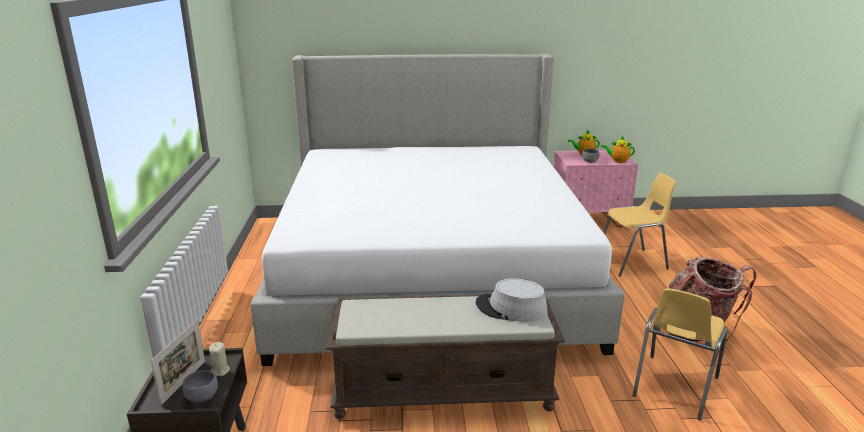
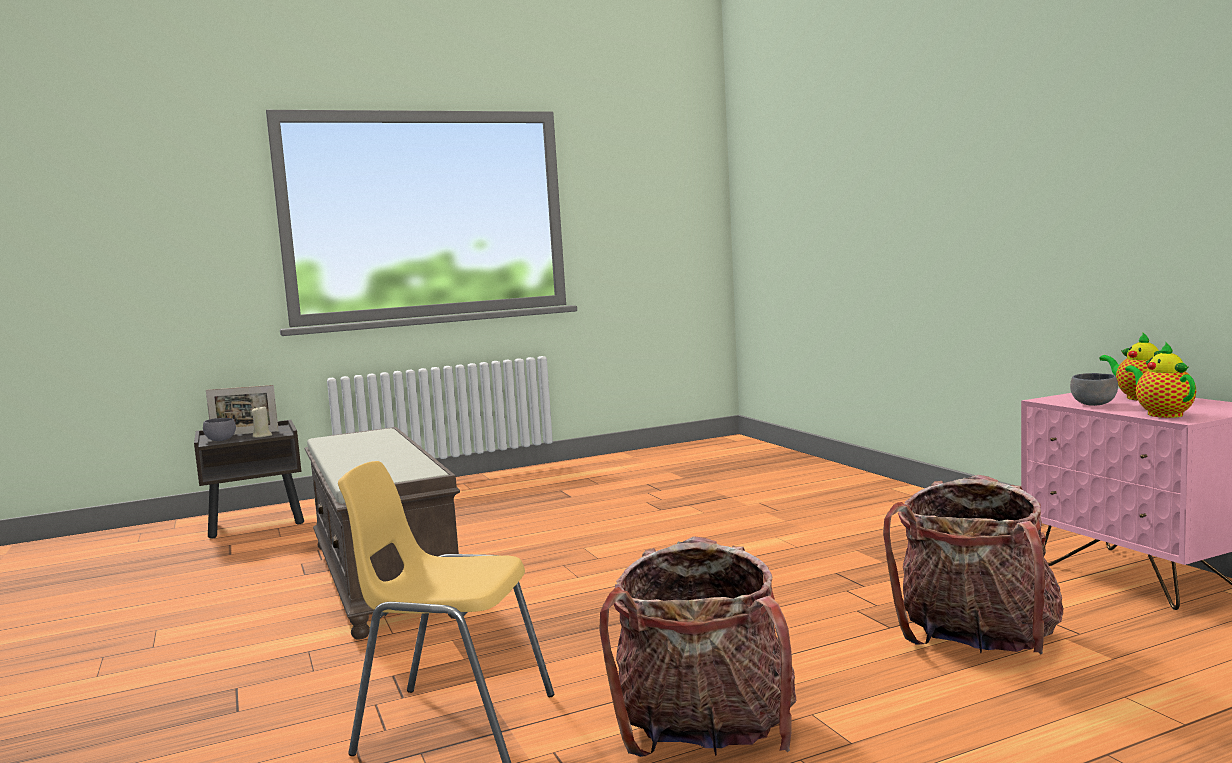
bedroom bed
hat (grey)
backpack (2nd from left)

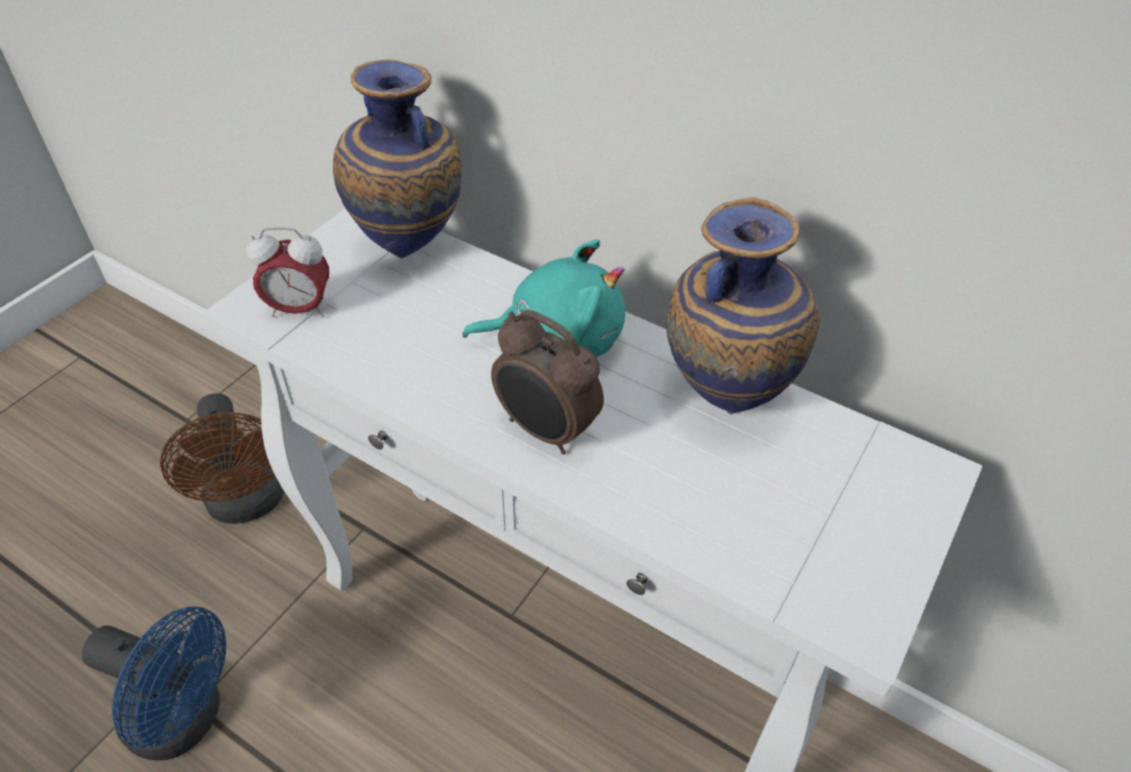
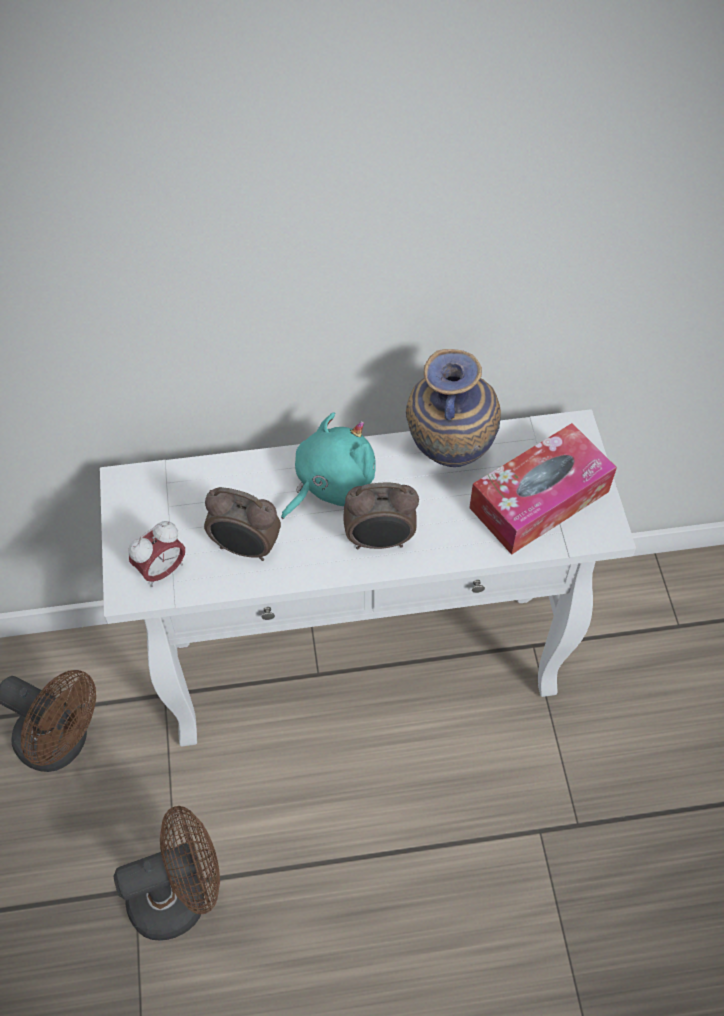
fan (brown-coloured) (2nd from left)
decorative vase (1st from left in the first image)
table clock (2nd from left)
box of tissues

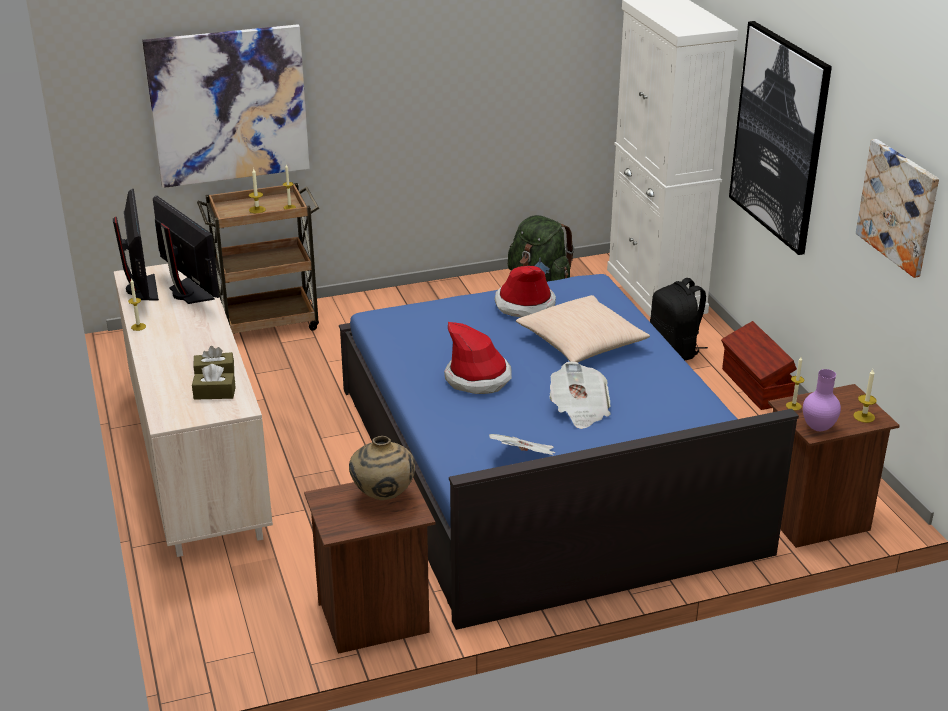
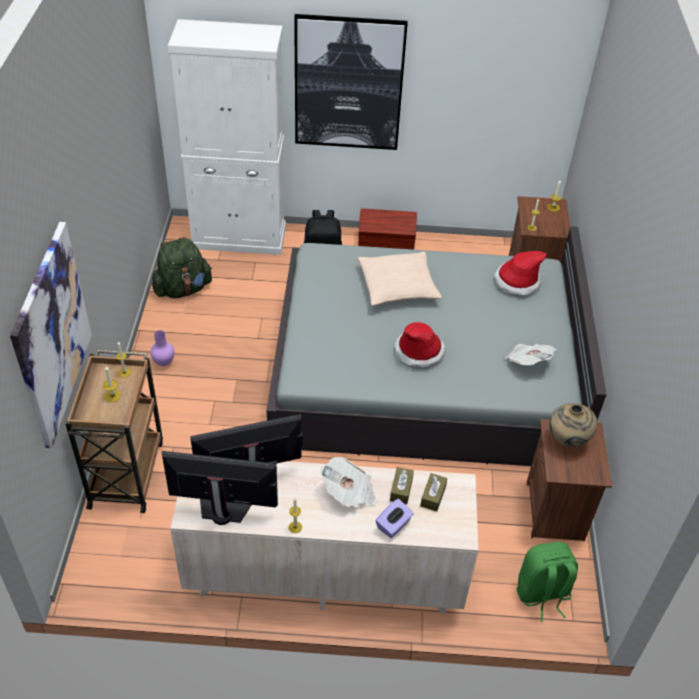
bedroom bed (grey)
hat (2nd from left)
daily paper (1st from left)
decorative vase (purple)
picture (3rd from left in the first image)
box of tissues (purple)
backpack (green-coloured) (2nd from left)

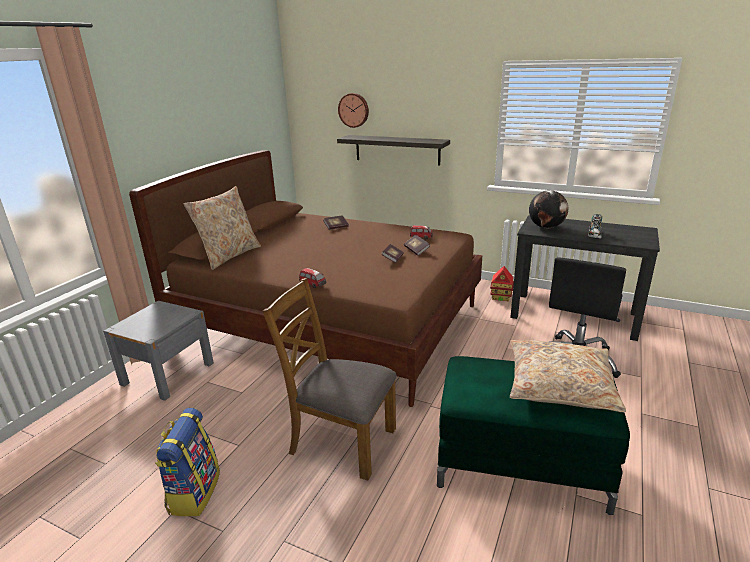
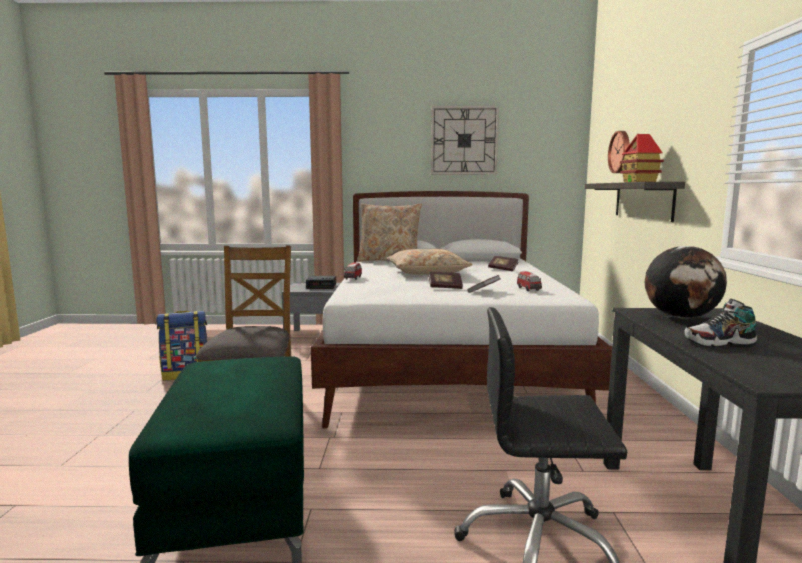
bedroom bed (whitish)
model house
cushion (sand-coloured) (2nd from left)
table clock
hanging clock (1st from left)

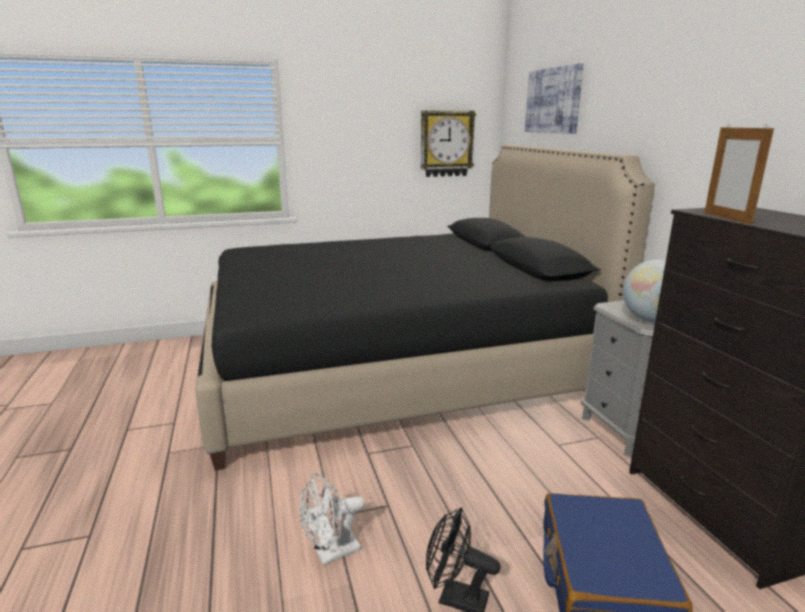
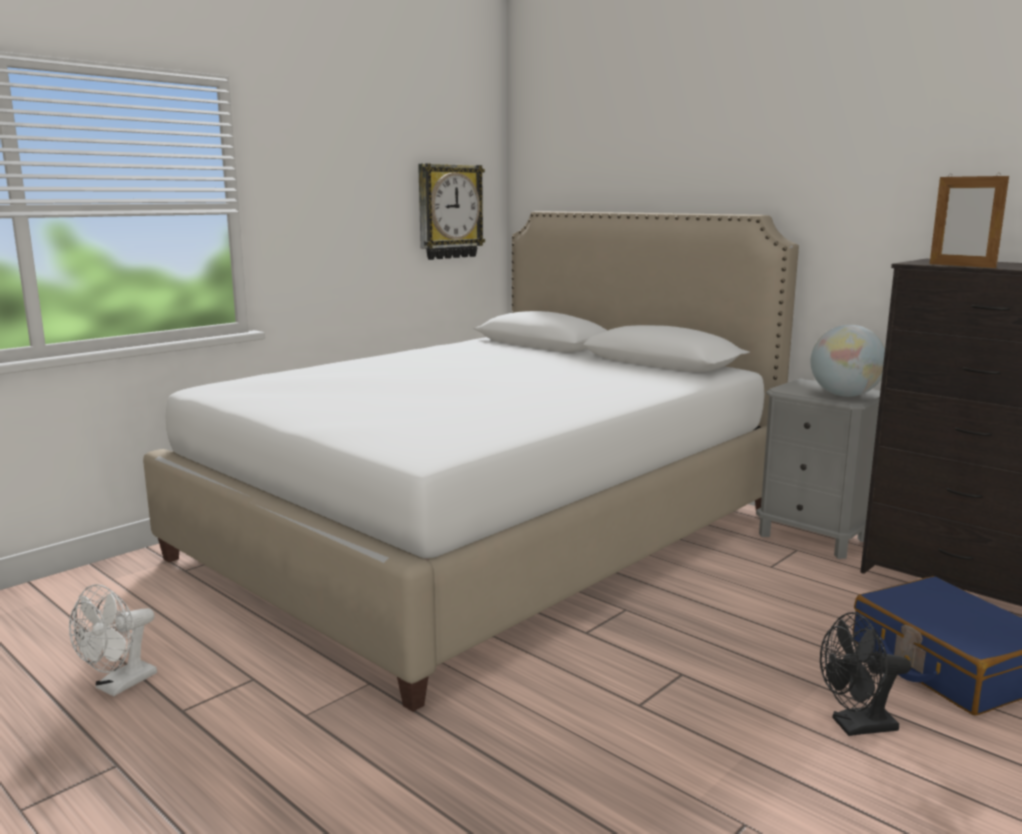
bedroom bed (whitish)
fan (whitish)
picture

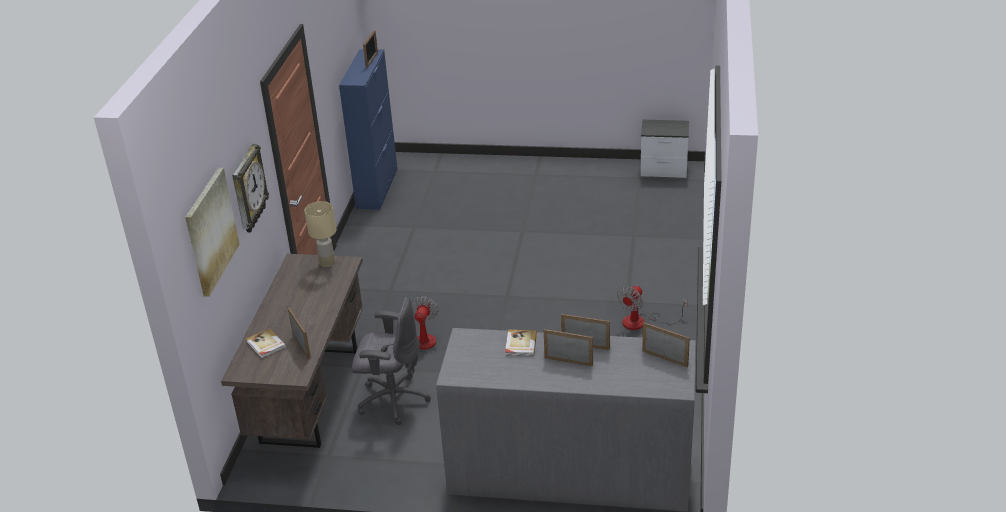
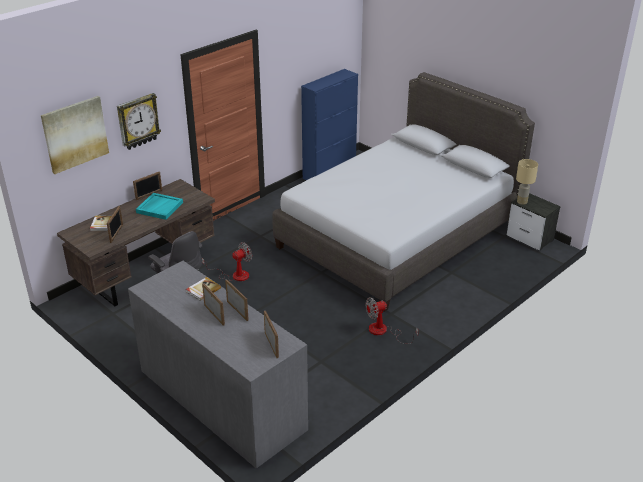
tabletop lamp (sand-coloured)
picture frame (2nd from left)
serving tray (blue-green)
bedroom bed (grey)

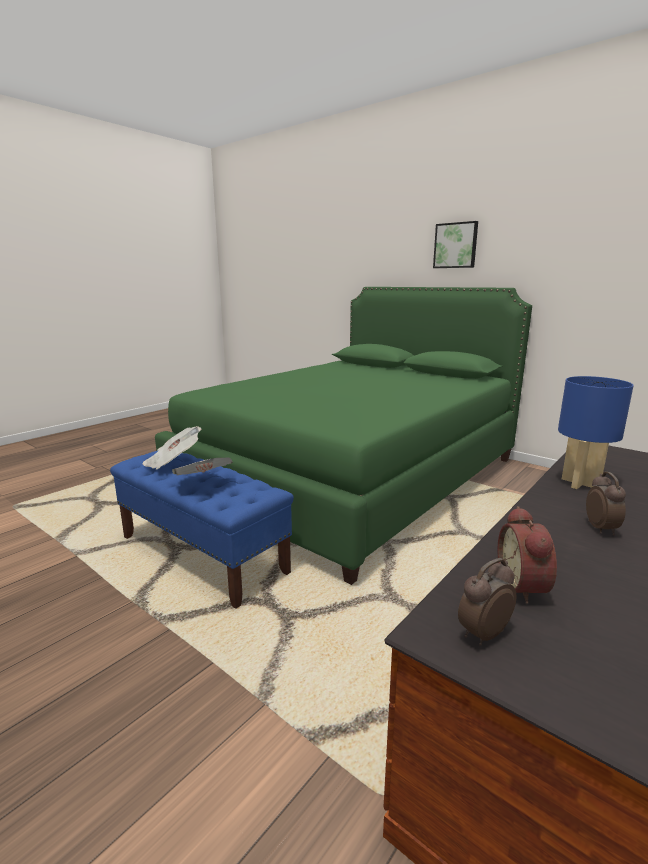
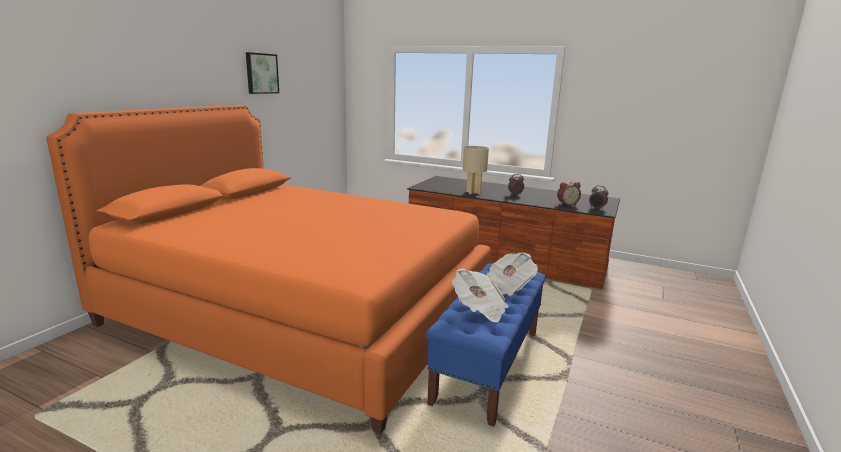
bedroom bed (orangey)
picture
tabletop lamp (sand-coloured)

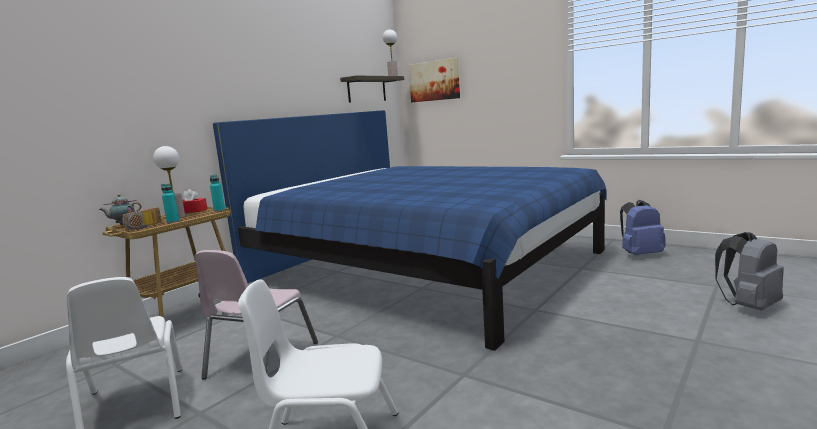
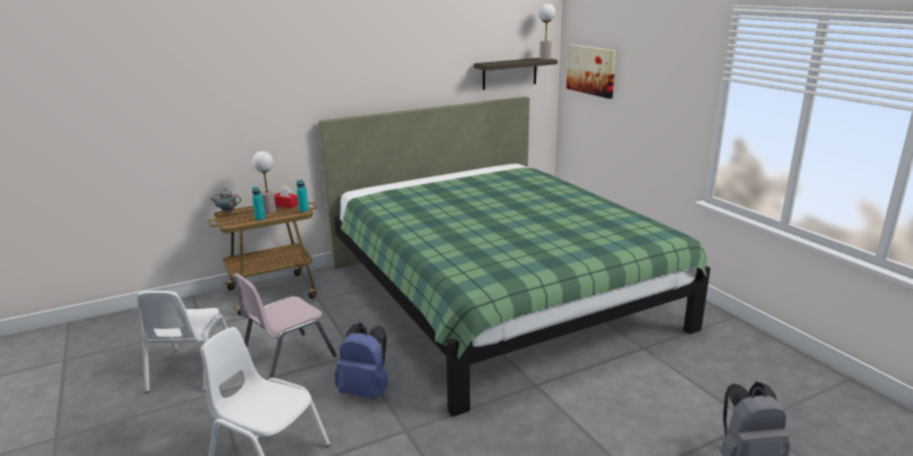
radio receiver
bedroom bed (green-coloured)
backpack (bluish)

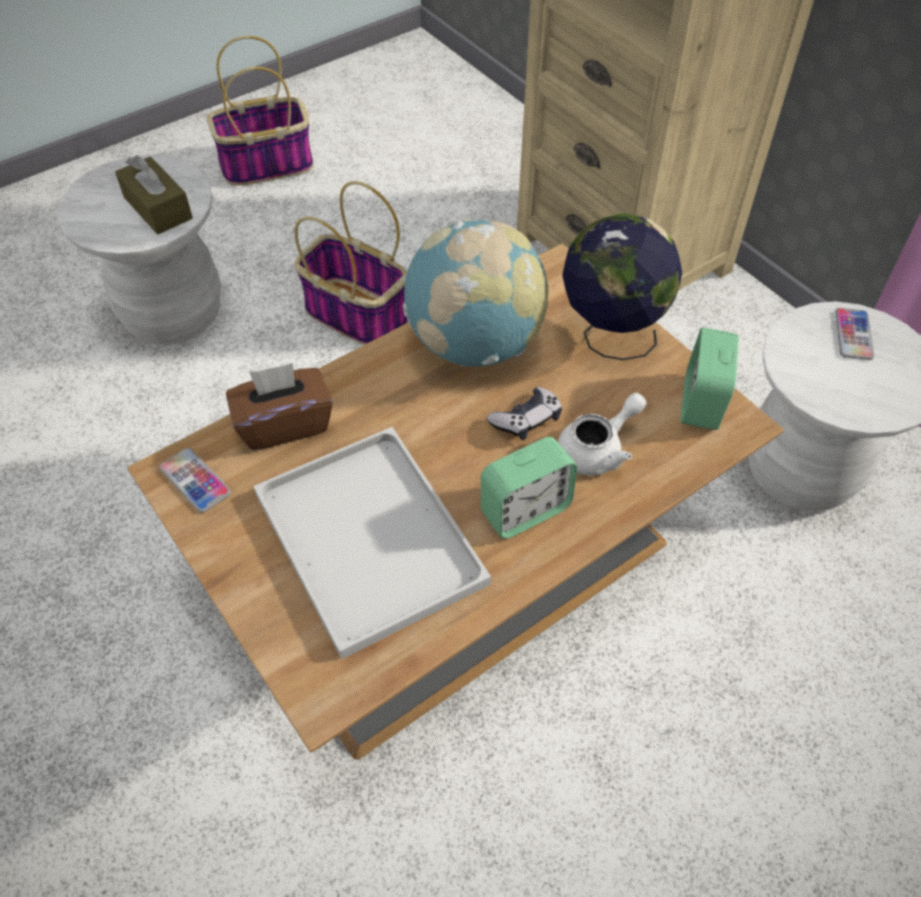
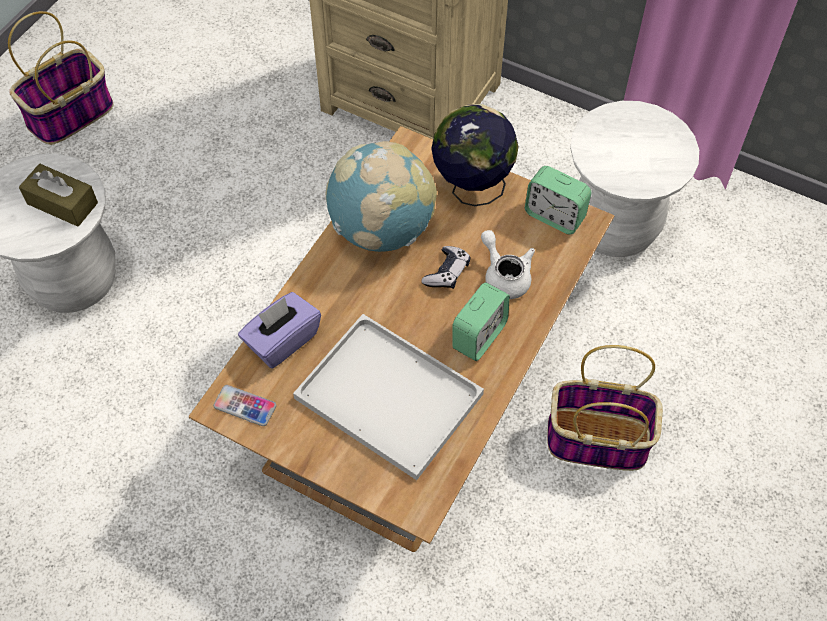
box of tissues (purple)
household basket (2nd from left)
teapot (whitish)
table clock (2nd from left)
handset (2nd from left in the first image)

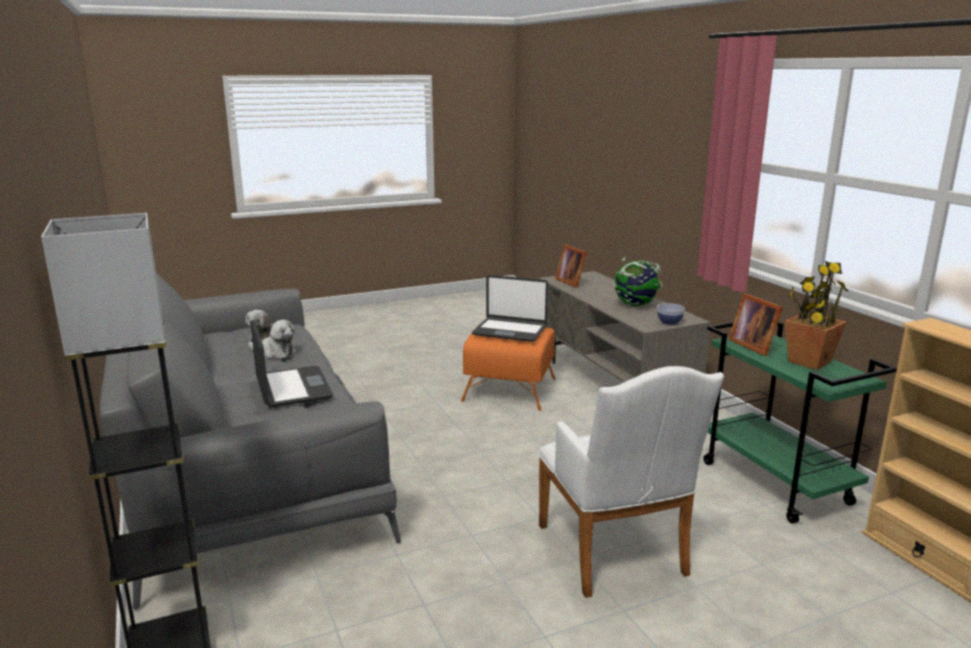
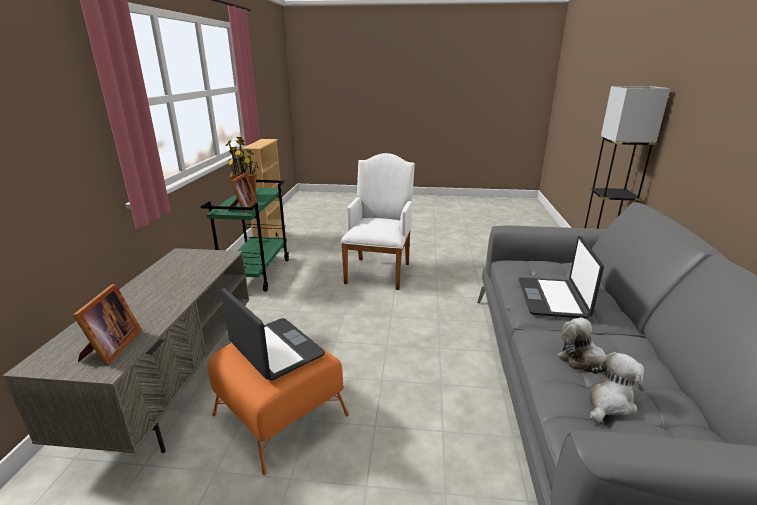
world globe
deep dish

